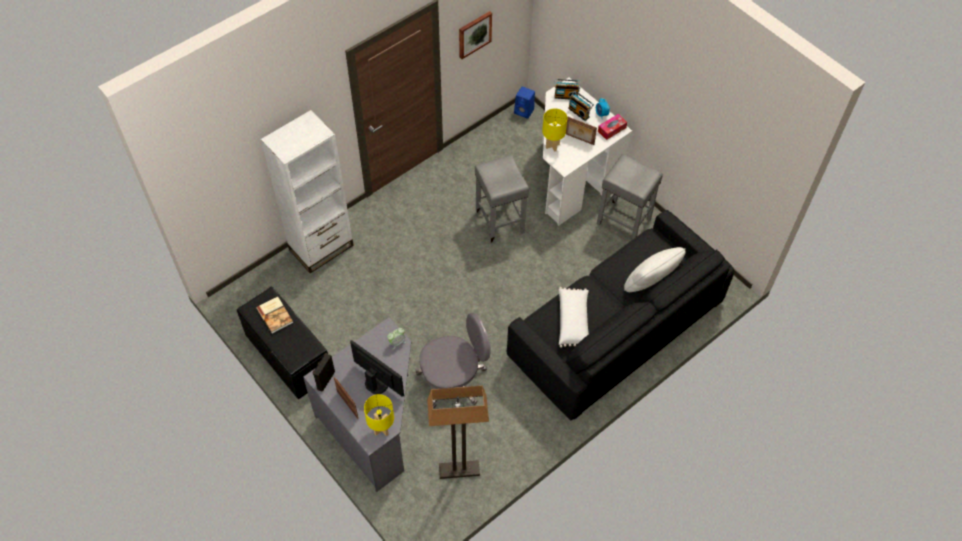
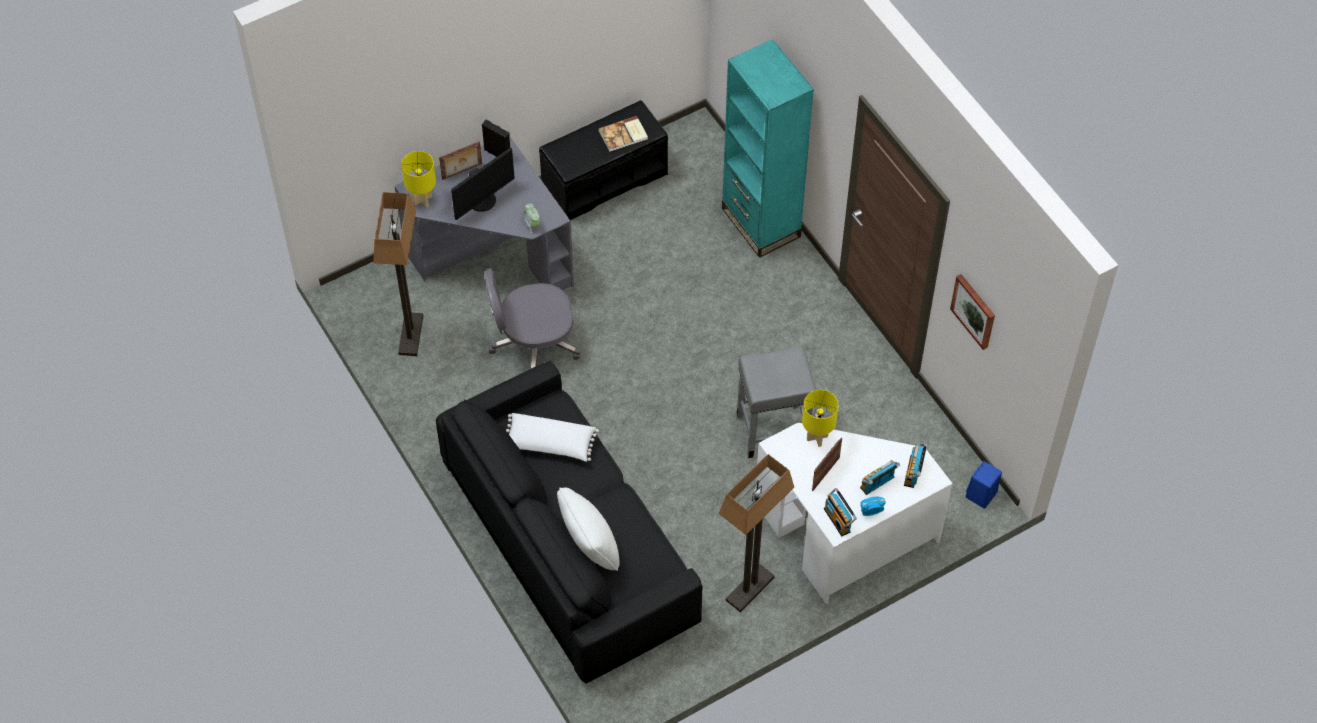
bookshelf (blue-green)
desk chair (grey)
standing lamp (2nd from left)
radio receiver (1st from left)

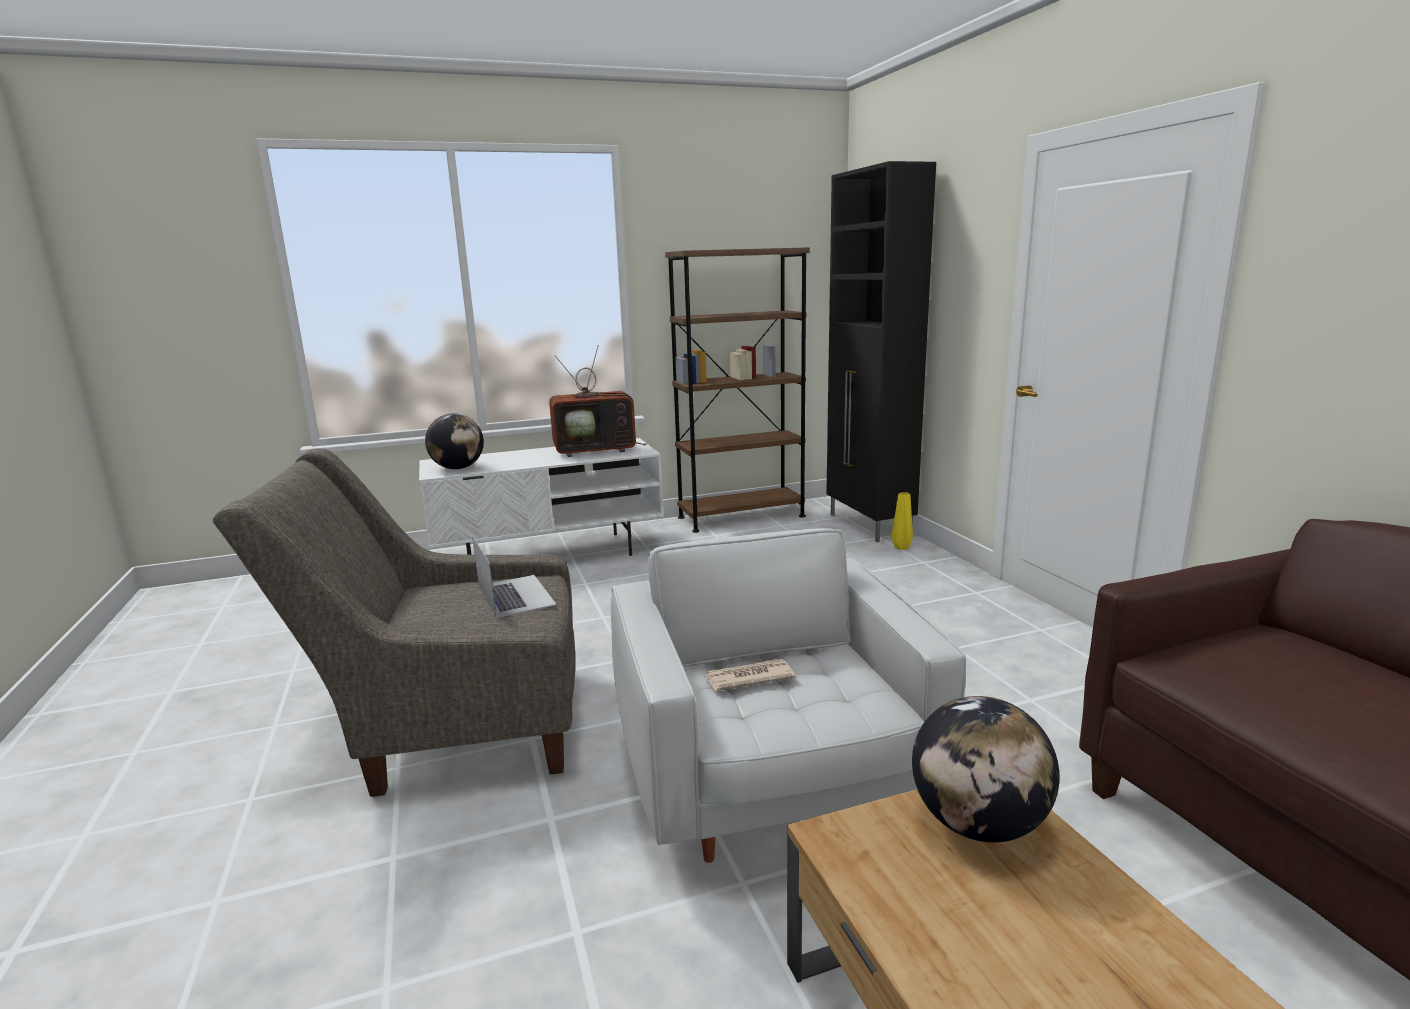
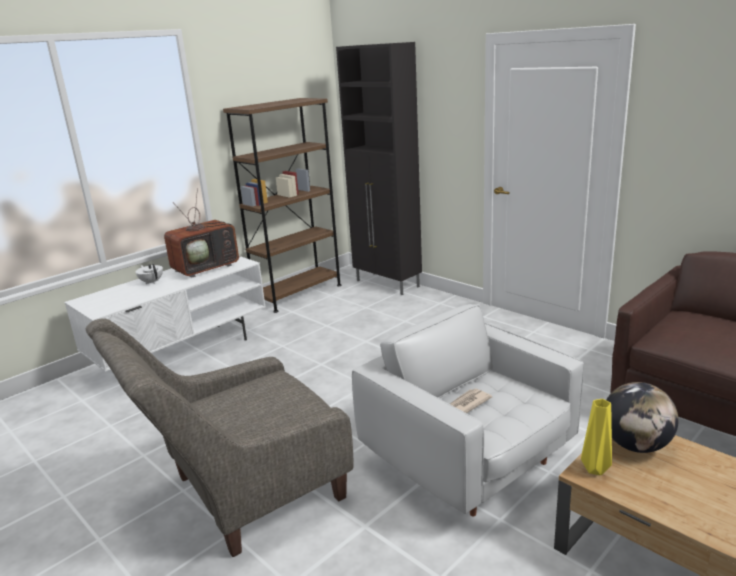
world globe (1st from left in the first image)
laptop
decorative vase (yellow-coloured)
teapot (whitish)

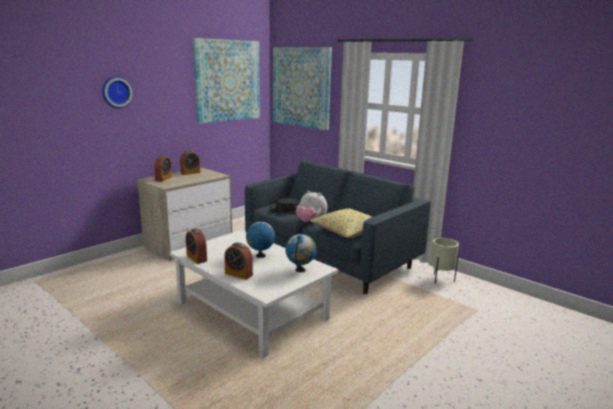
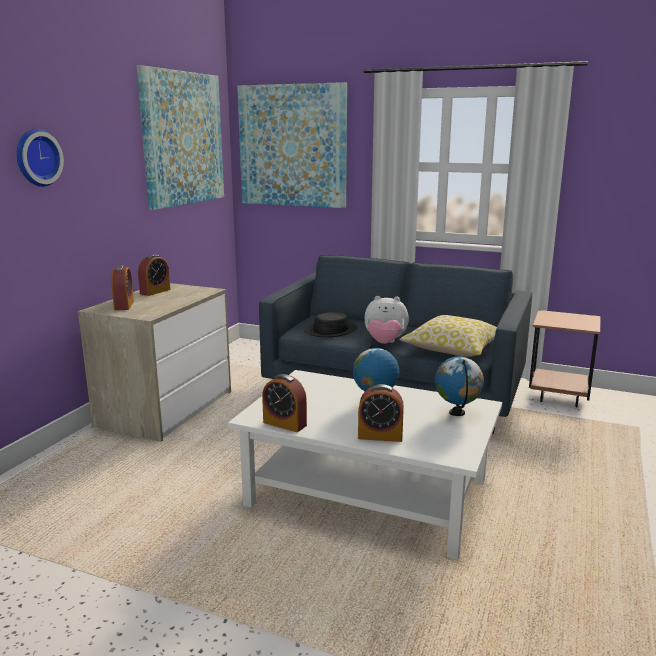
side table (brown-coloured)

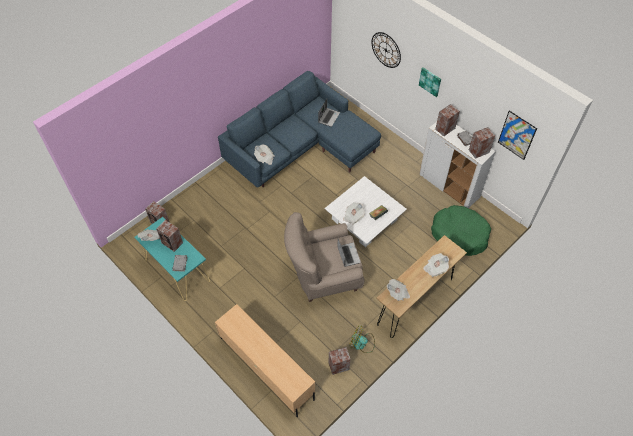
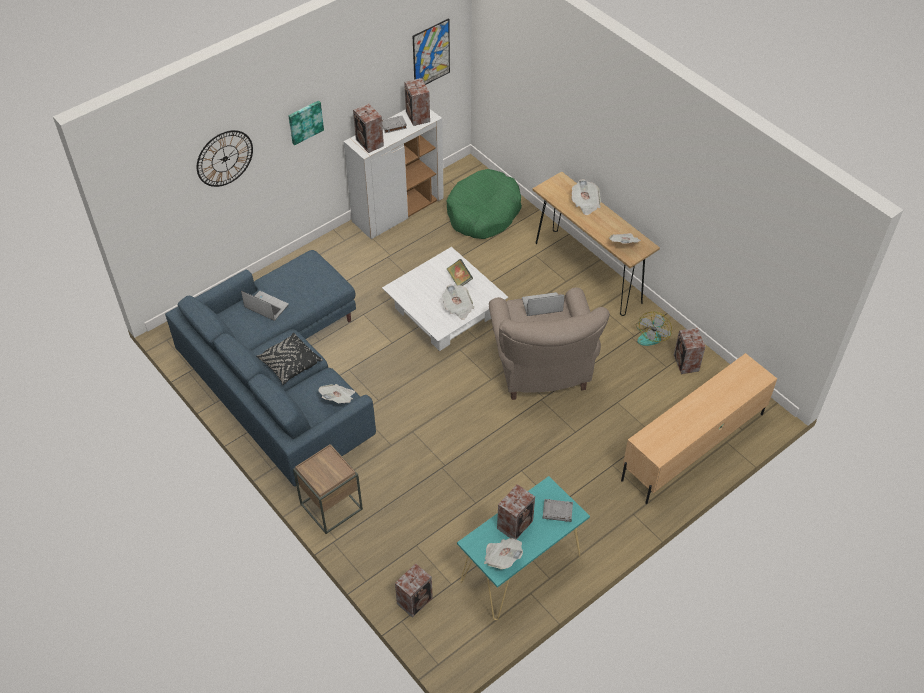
cushion (black)
side table (brown-coloured)

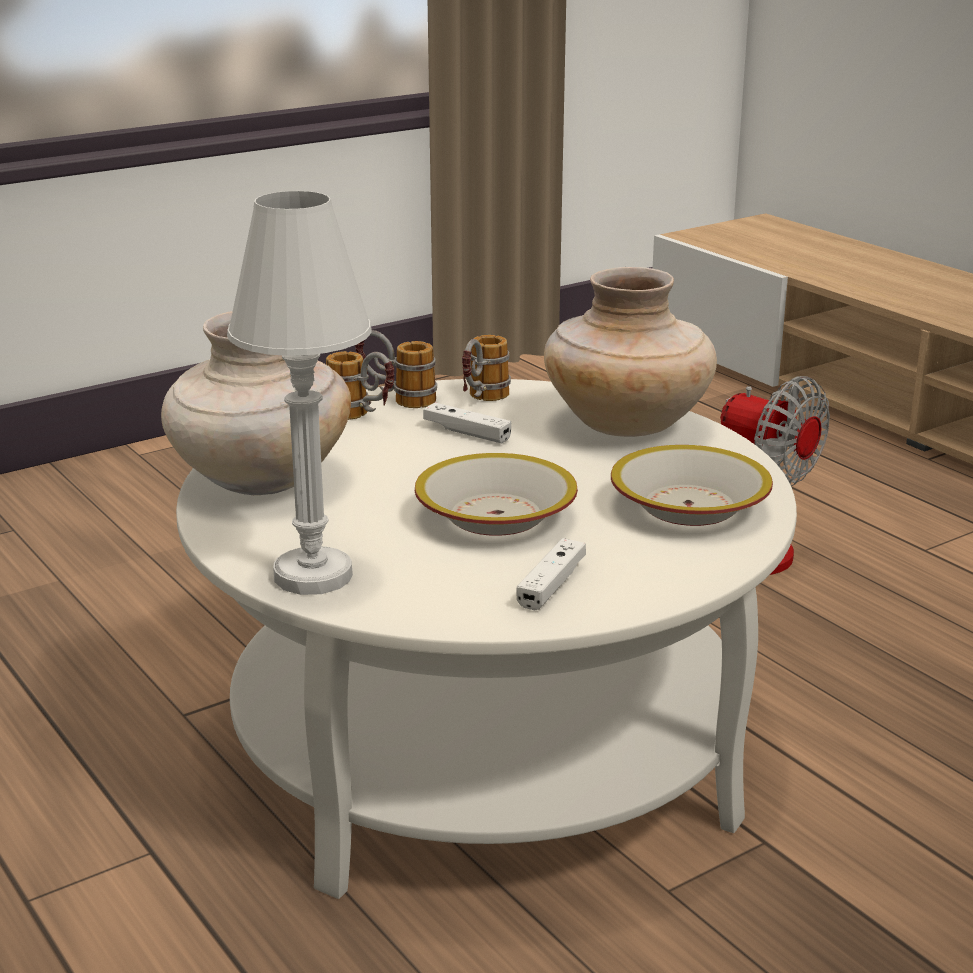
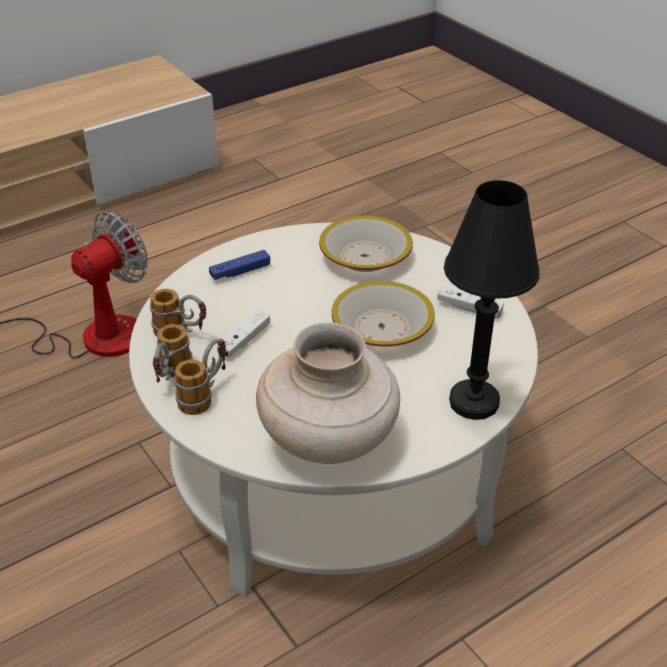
tabletop lamp (black)
gamepad (bluish)

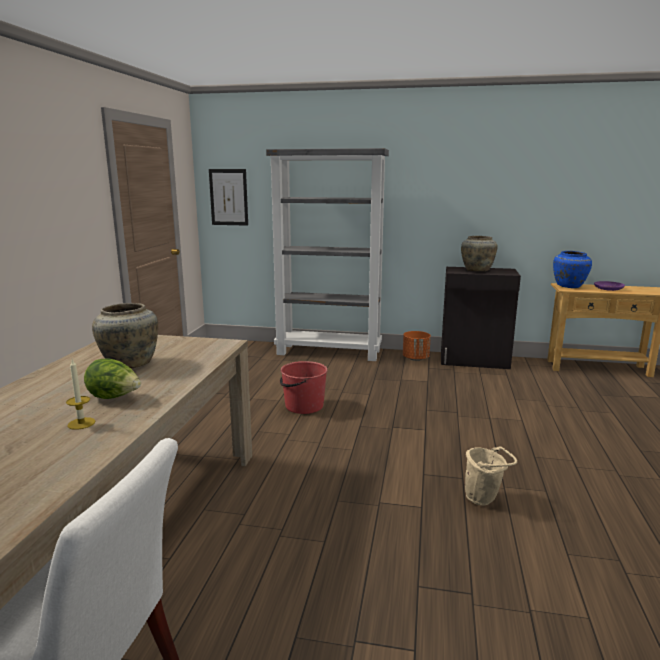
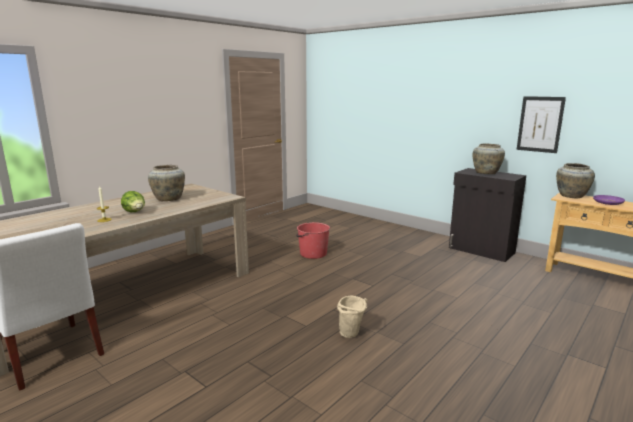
picture
bookshelf (grey)
plant pot (orangey)
decorative vase (sand-coloured) (3rd from left)

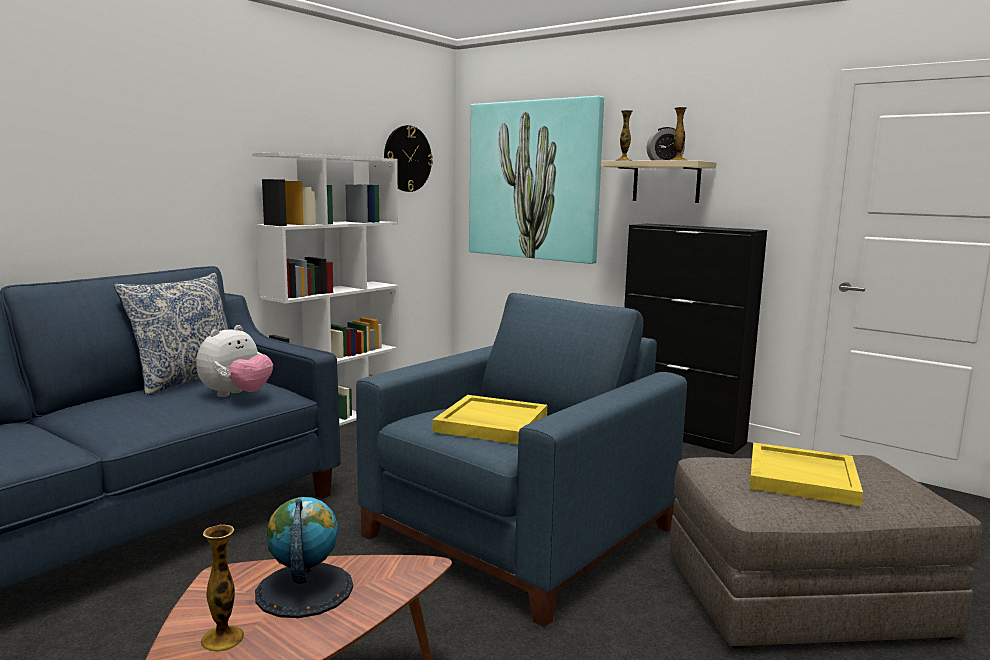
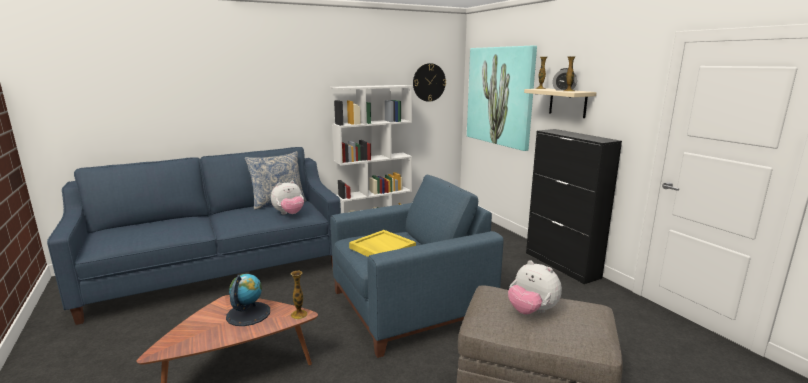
decorative vase (1st from left)
plush toy (2nd from left)

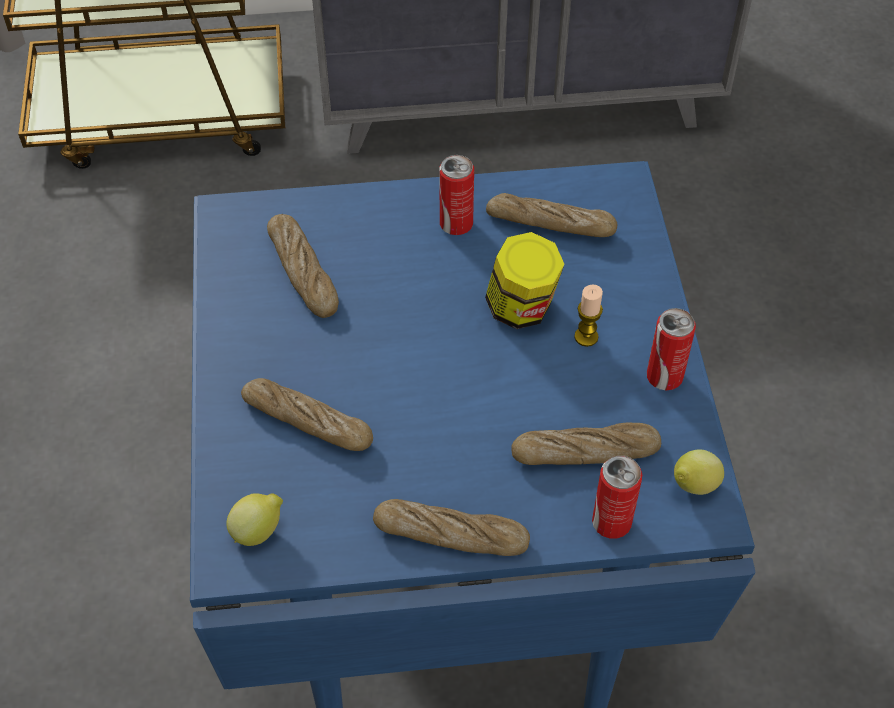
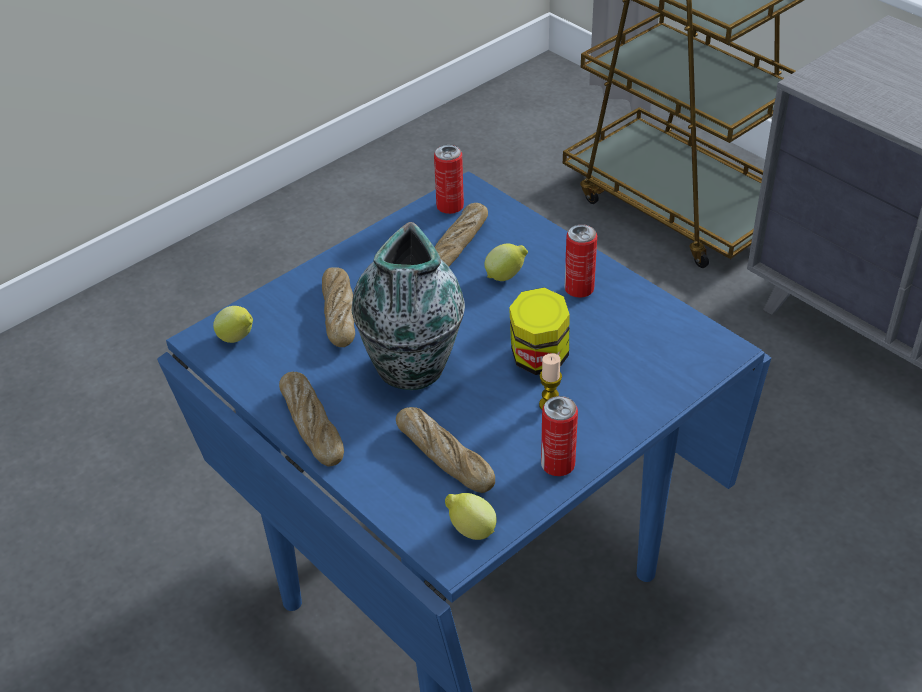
bakery bread (4th from left in the first image)
metal can (1st from left)
decorative vase
whole lemon (3rd from left)

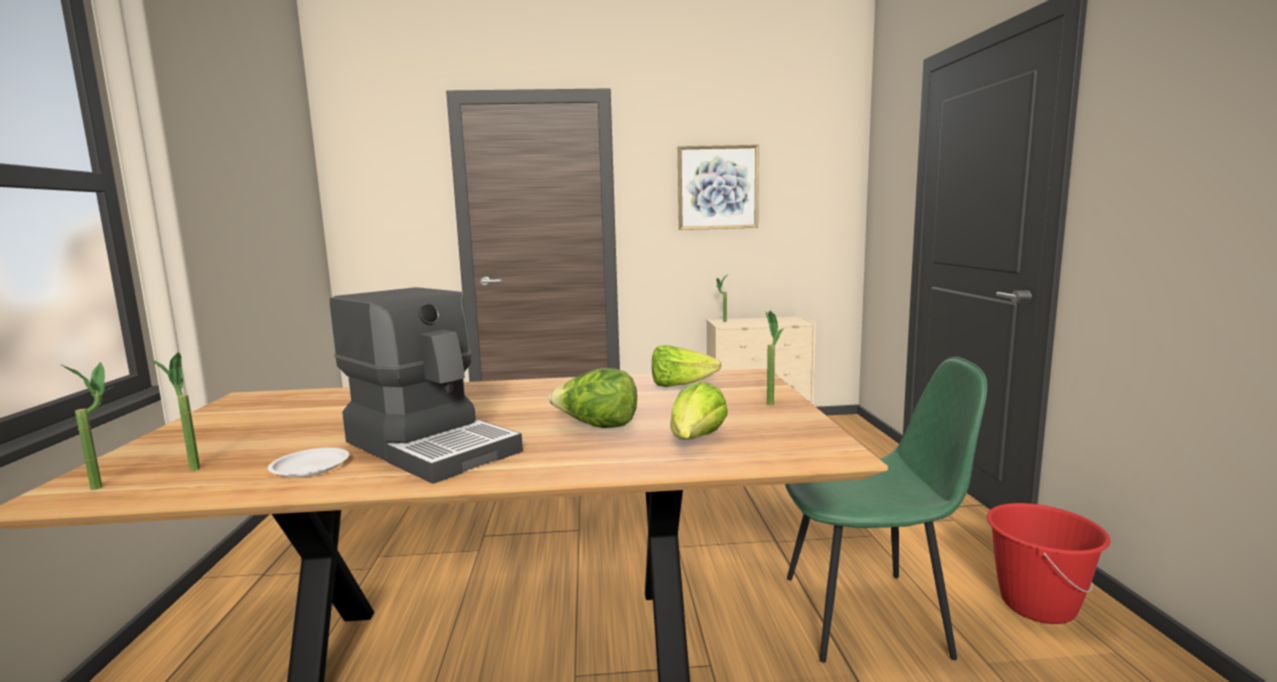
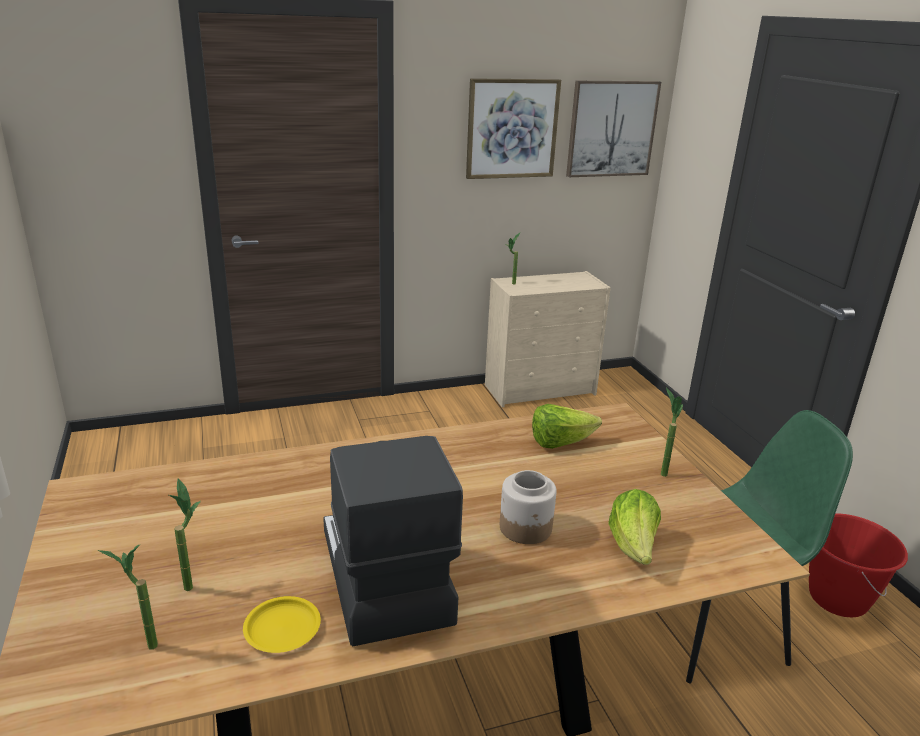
potted plant (2nd from left)
plate (yellow-coloured)
coffee maker
jar
picture (2nd from left)

